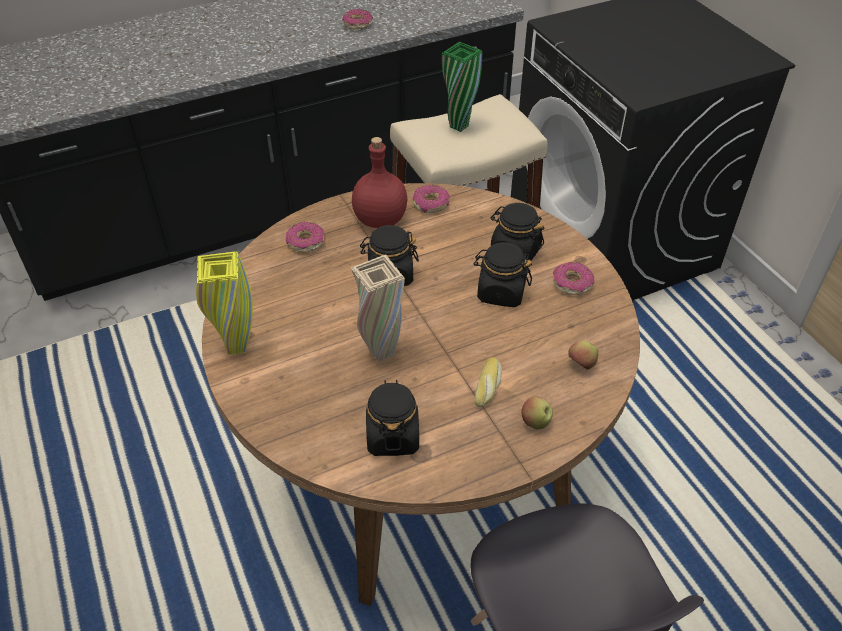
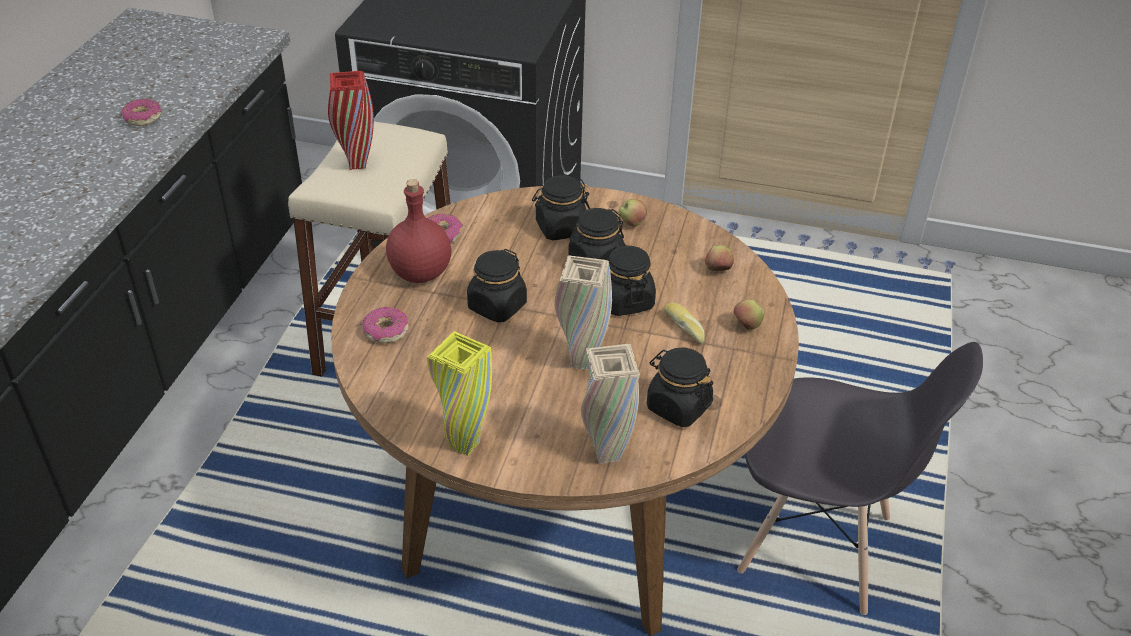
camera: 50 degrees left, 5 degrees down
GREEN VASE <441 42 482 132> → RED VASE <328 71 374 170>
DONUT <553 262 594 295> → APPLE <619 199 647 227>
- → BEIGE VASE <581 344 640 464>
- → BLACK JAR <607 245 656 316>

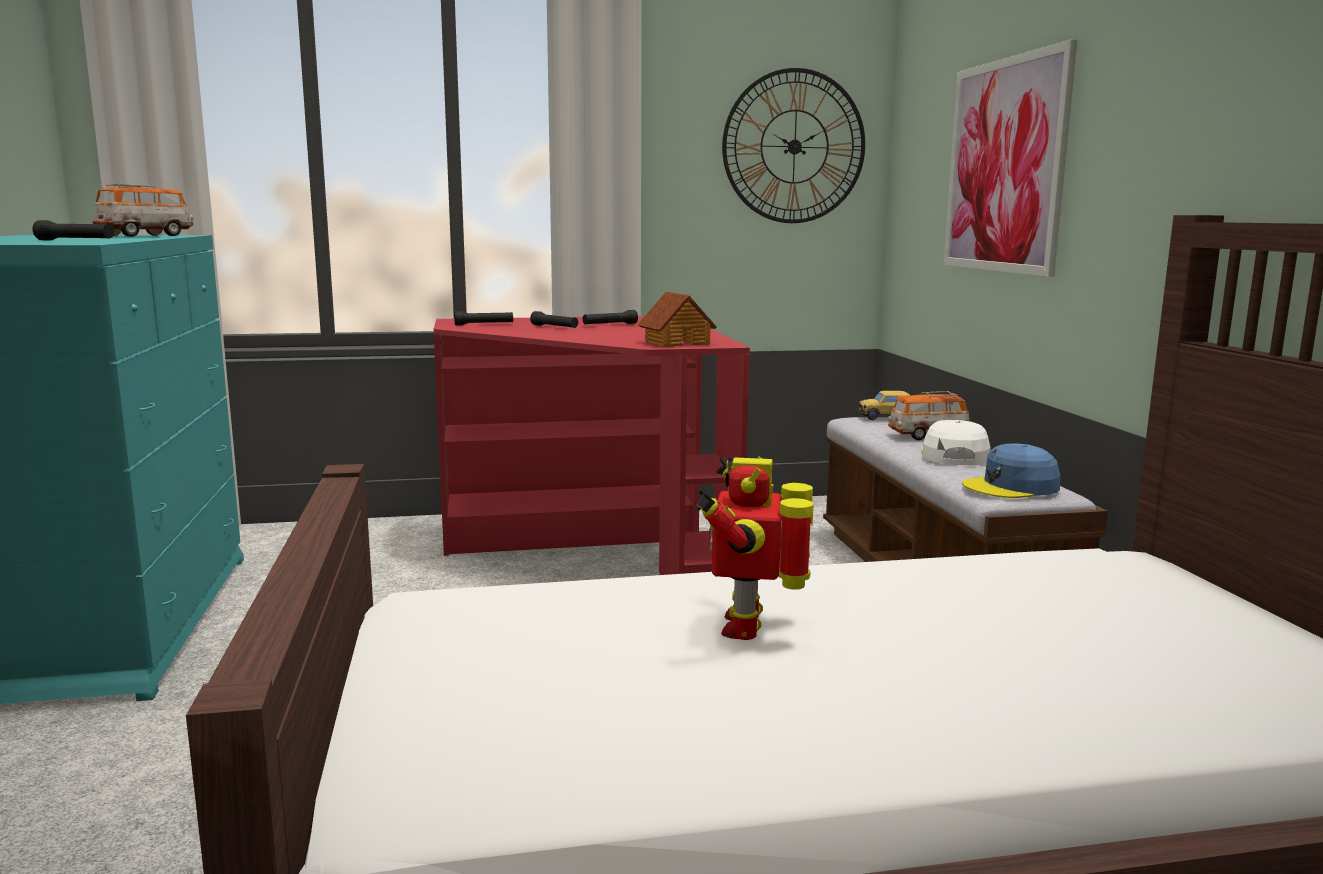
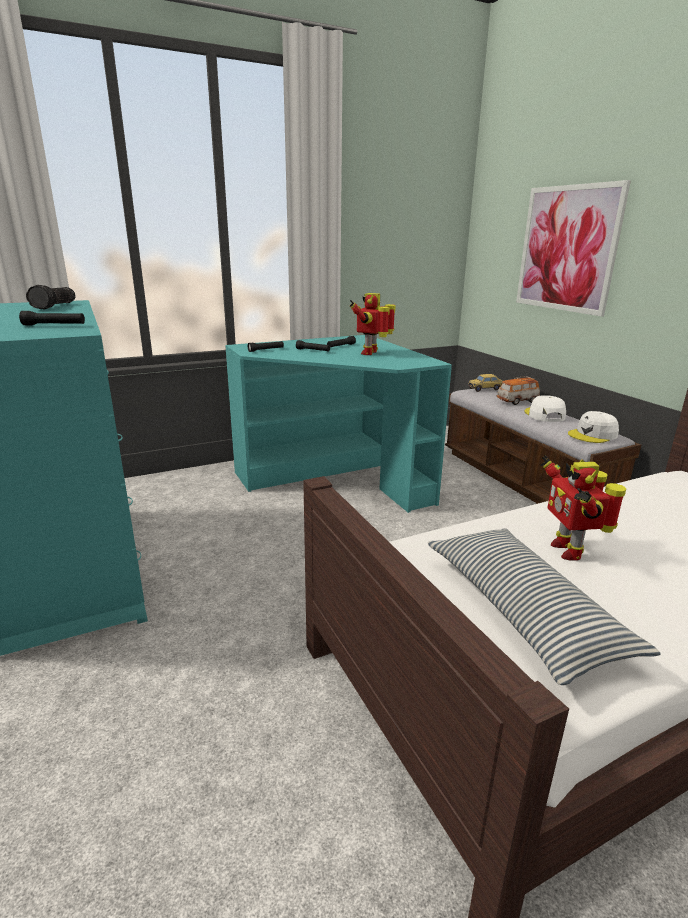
camera: 15 degrees left, 10 degrees up
TOY CAR <92 184 193 237> → FLASHLIGHT <26 285 75 309>
RED DESK <434 316 750 575> → TURQUOISE DESK <225 335 452 513>
TOY HOUSE <637 292 717 347> → -
WALL CLOCK <722 68 865 223> → -
BLUE CAP <962 443 1060 498> → WHITE CAP <568 411 619 443>
- → TOY ROBOT <350 293 396 355>
- → PILLOW <428 528 661 685>

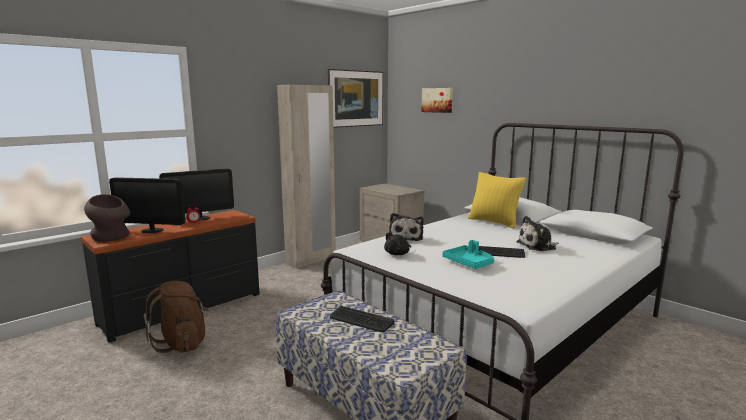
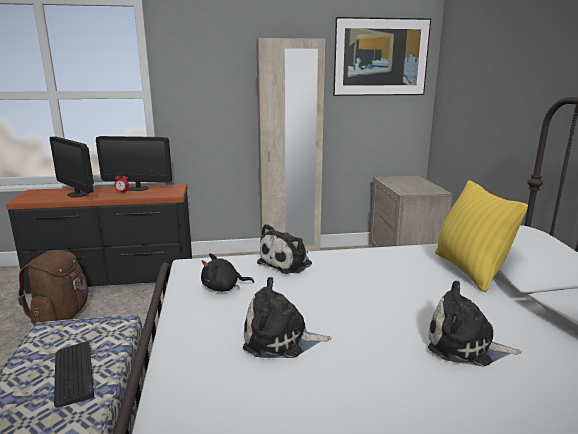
camera: 35 degrees right, 5 degrees up
BROWN VASE <84 194 131 242> → -
PICTURE <421 88 453 113> → -
TURQUOISE TRAY <442 240 494 269> → PLUSH TOY <243 277 332 358>
KEYBOARD <479 246 525 258> → -

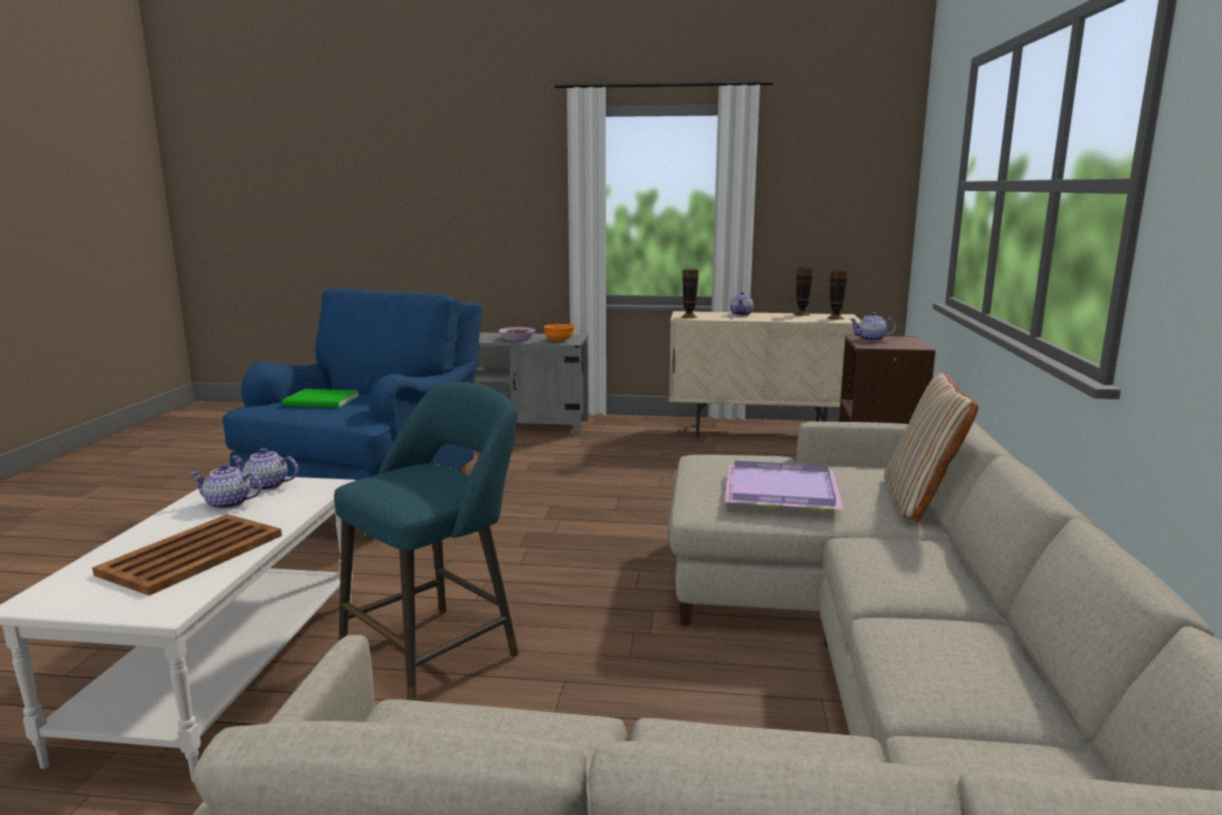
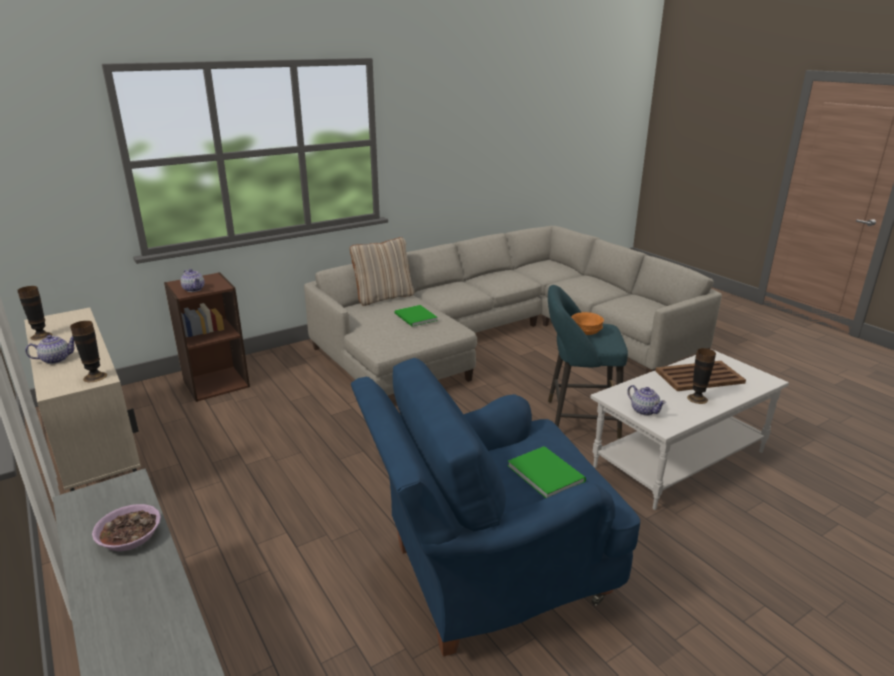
camera: 130 degrees left, 10 degrees up
TEAPOT <190 464 262 510> → -
ORANGE BOWL <544 324 575 341> → ORANGE BOWL <572 312 604 335>, shifted
PURPLE TRAY <725 461 844 511> → GREEN BOOK <394 305 438 327>
VASE <827 270 847 320> → VASE <687 348 716 404>, shifted

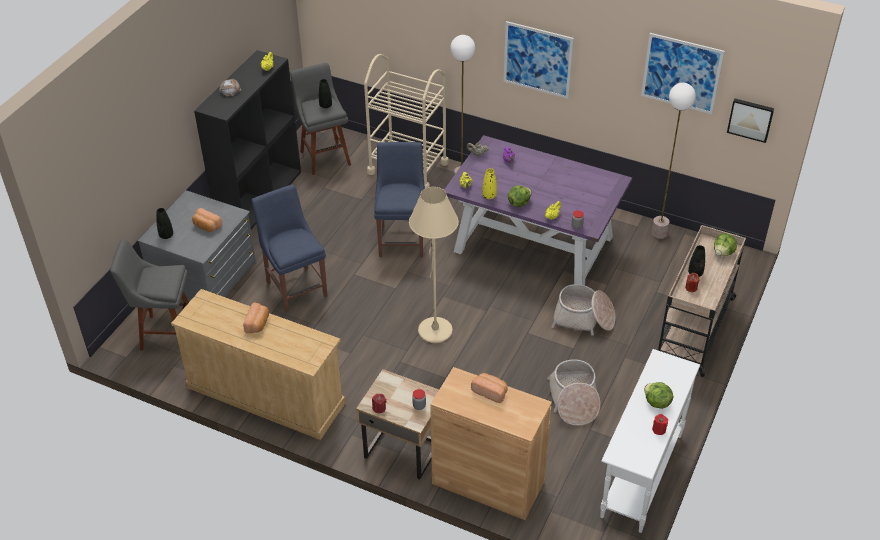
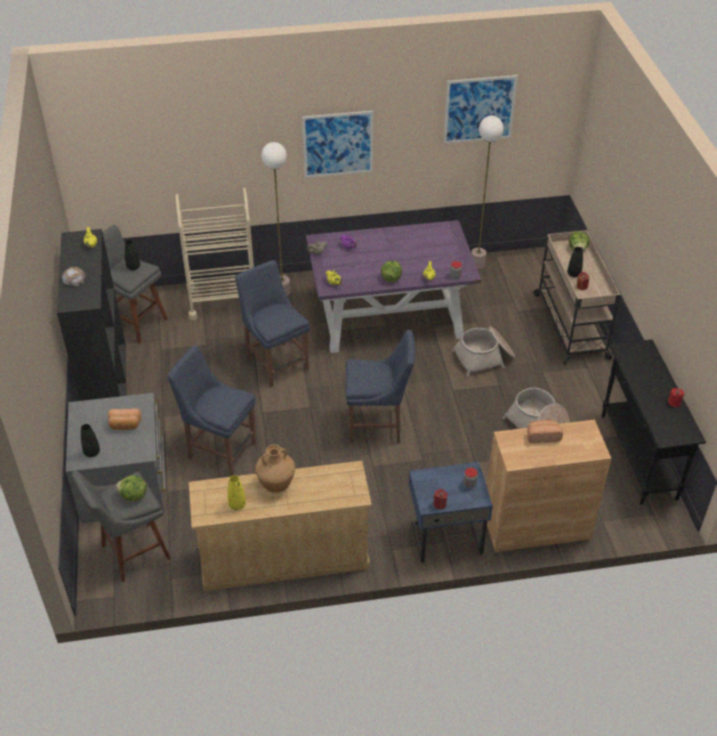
camera: 35 degrees left, 0 degrees up
BREAD <243 302 269 333> → BROWN VASE <255 445 295 493>
BEIGE NIGHTSTAND <356 369 439 480> → BLUE NIGHTSTAND <409 462 493 563>
BEIGE FLOOR LAMP <409 187 459 343> → BLUE CHAIR <346 330 415 443>
YELLOW VASE <482 168 497 199> → YELLOW VASE <227 475 246 510>, shifted
WHITE CONSOLE TABLE <600 349 700 533> → BLACK CONSOLE TABLE <602 339 706 505>
LETTUCE <644 382 673 409> → LETTUCE <116 475 147 501>, shifted
PICTURE <727 98 774 143> → -

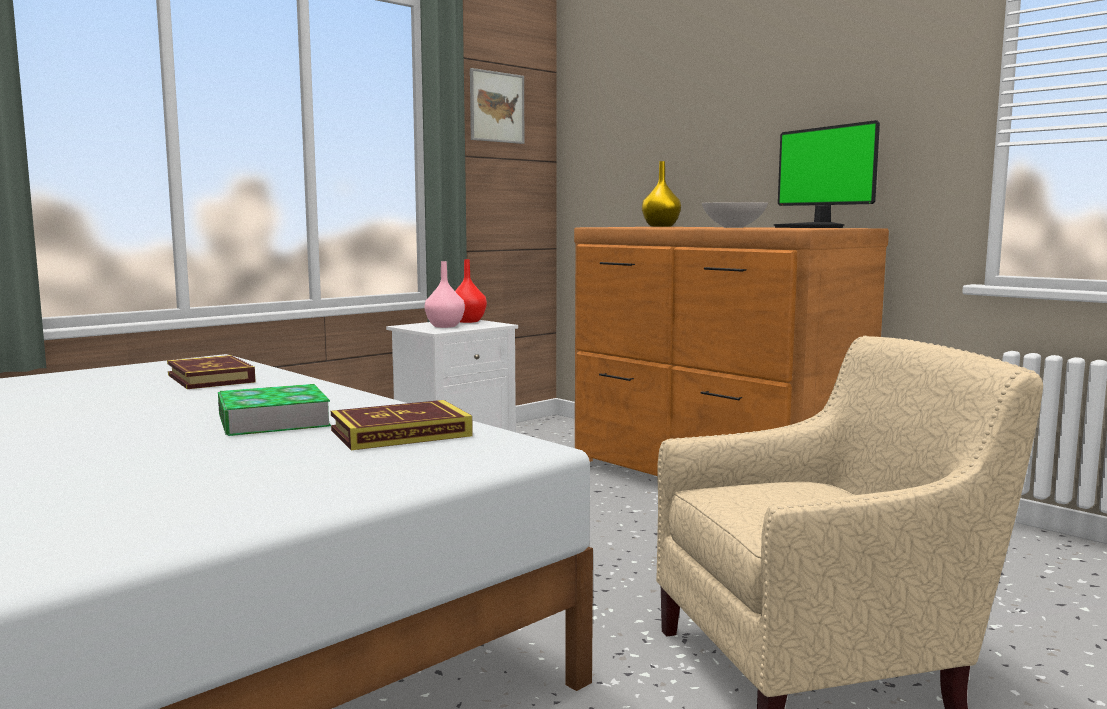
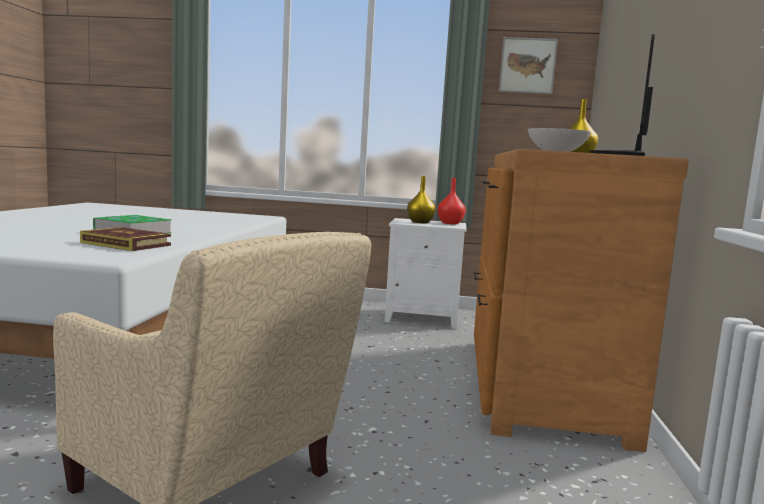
camera: 50 degrees right, 0 degrees up
BOOK <167 355 256 389> → -
PINK VASE <425 261 465 328> → YELLOW VASE <407 176 436 223>

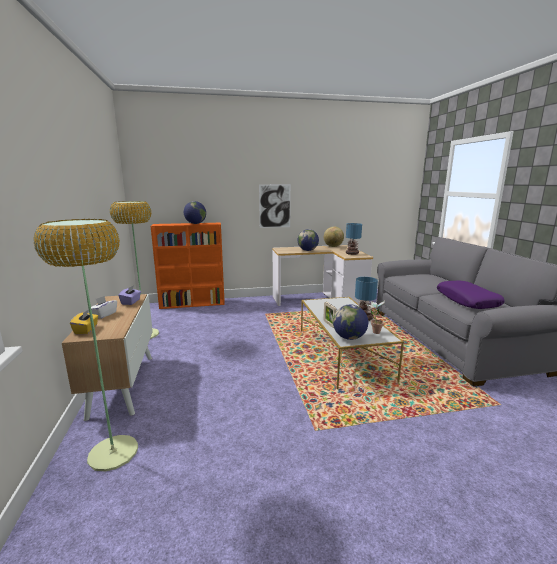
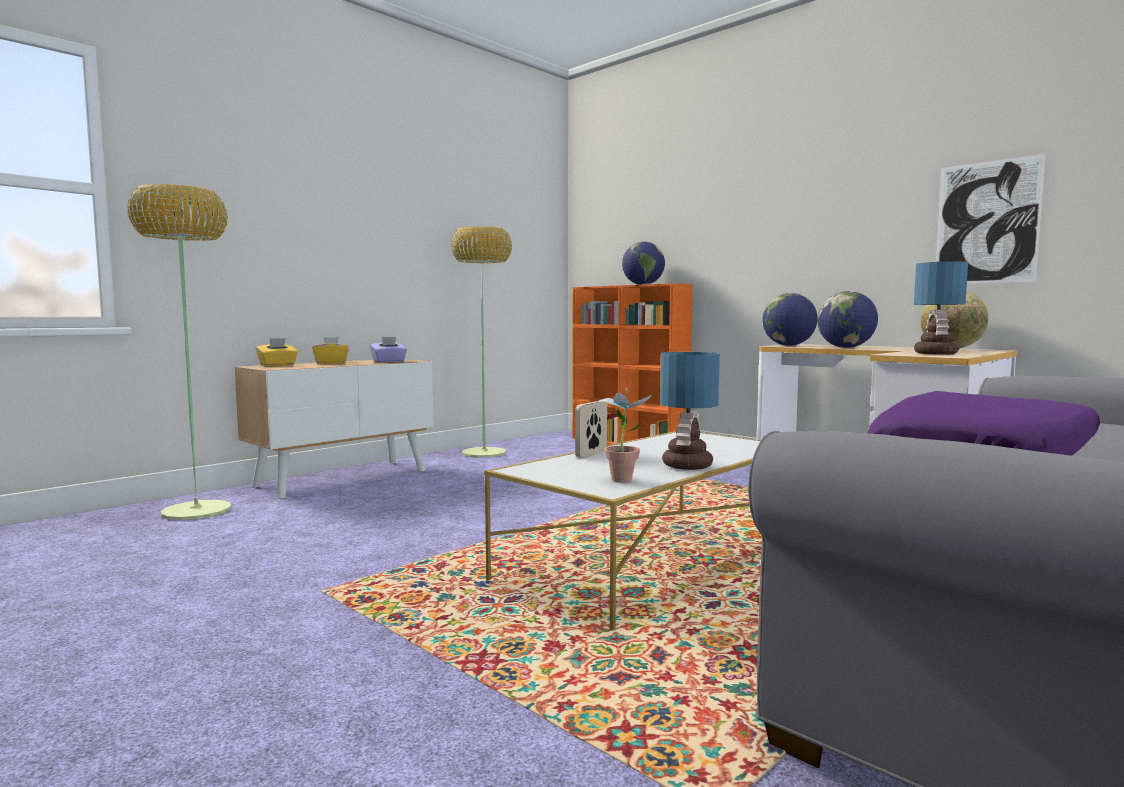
camera: 55 degrees right, 10 degrees down
WHITE TISSUE BOX <91 296 117 319> → YELLOW TISSUE BOX <312 337 349 364>
PICTURE <259 184 291 228> → PICTURE <936 154 1046 284>, shifted
GLOBE <333 305 368 340> → GLOBE <762 293 818 346>, shifted

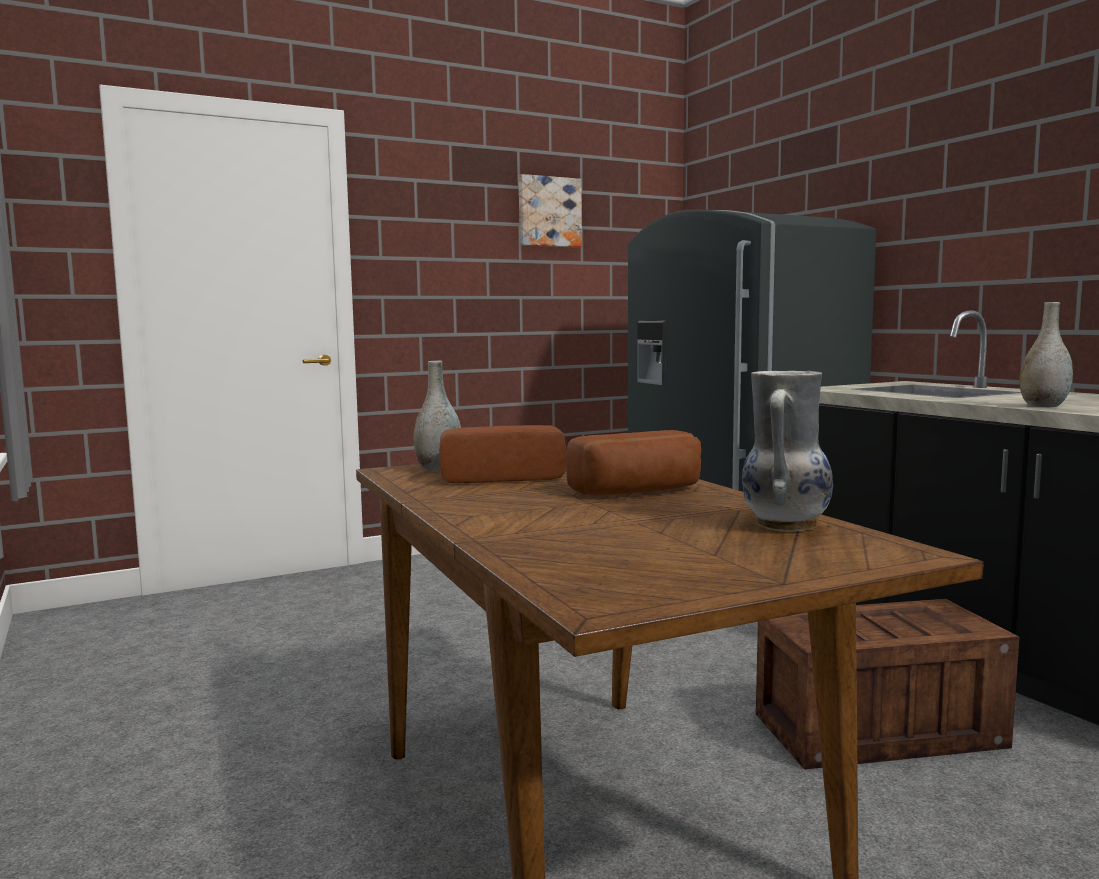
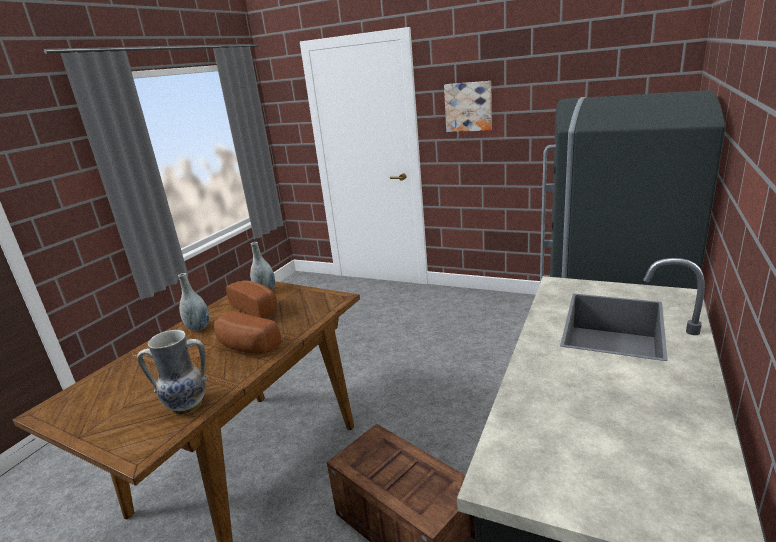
camera: 55 degrees right, 15 degrees up
PICTURE <519 174 582 248> → PICTURE <444 81 492 132>, shifted
GREY VASE <1020 302 1073 407> → GREY VASE <178 273 210 331>, shifted

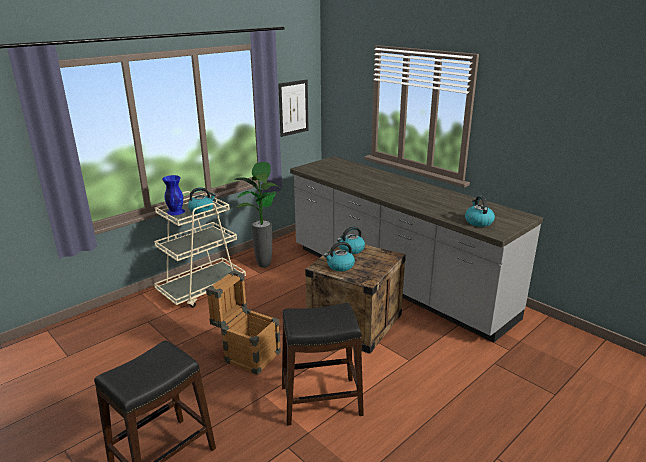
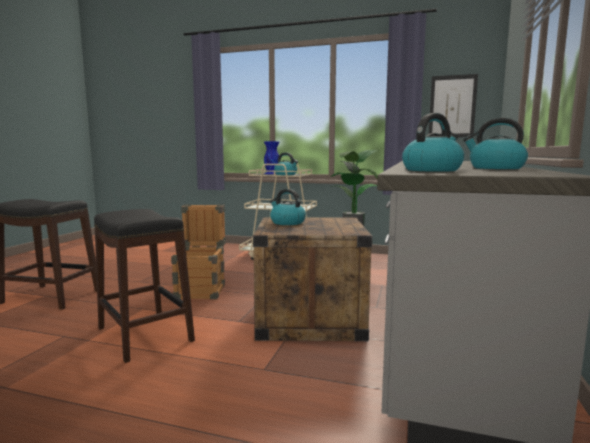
camera: 60 degrees right, 15 degrees down
KETTLE <337 226 365 254> → KETTLE <463 118 528 169>, shifted

